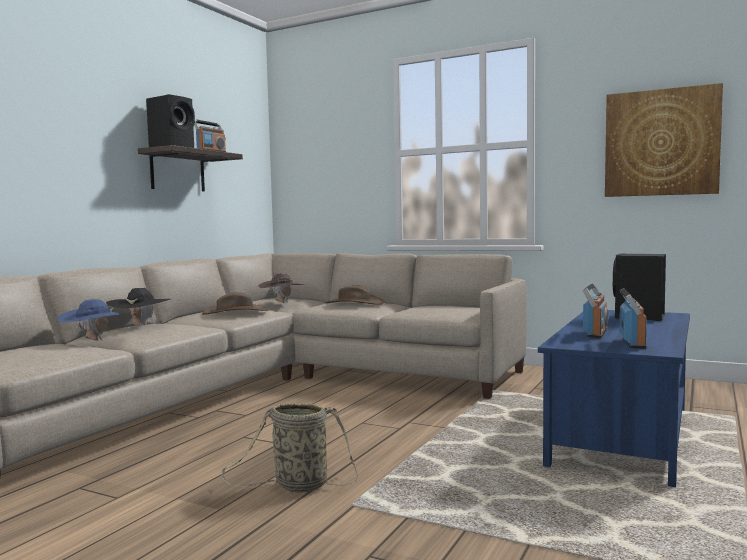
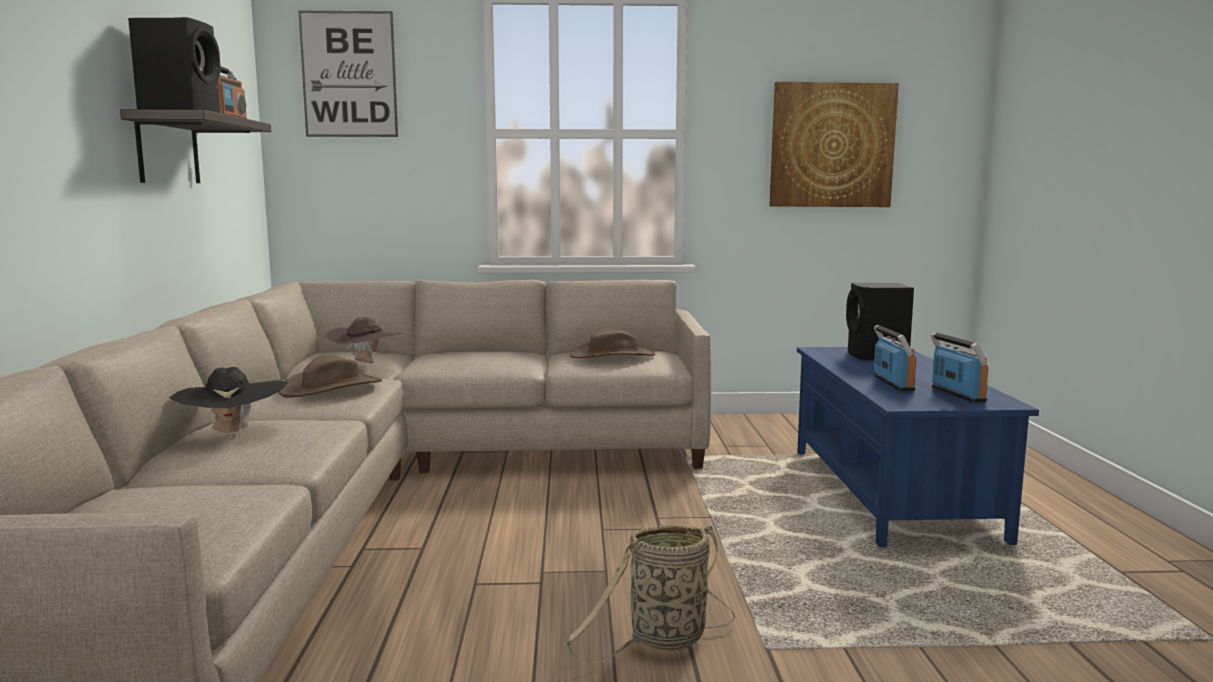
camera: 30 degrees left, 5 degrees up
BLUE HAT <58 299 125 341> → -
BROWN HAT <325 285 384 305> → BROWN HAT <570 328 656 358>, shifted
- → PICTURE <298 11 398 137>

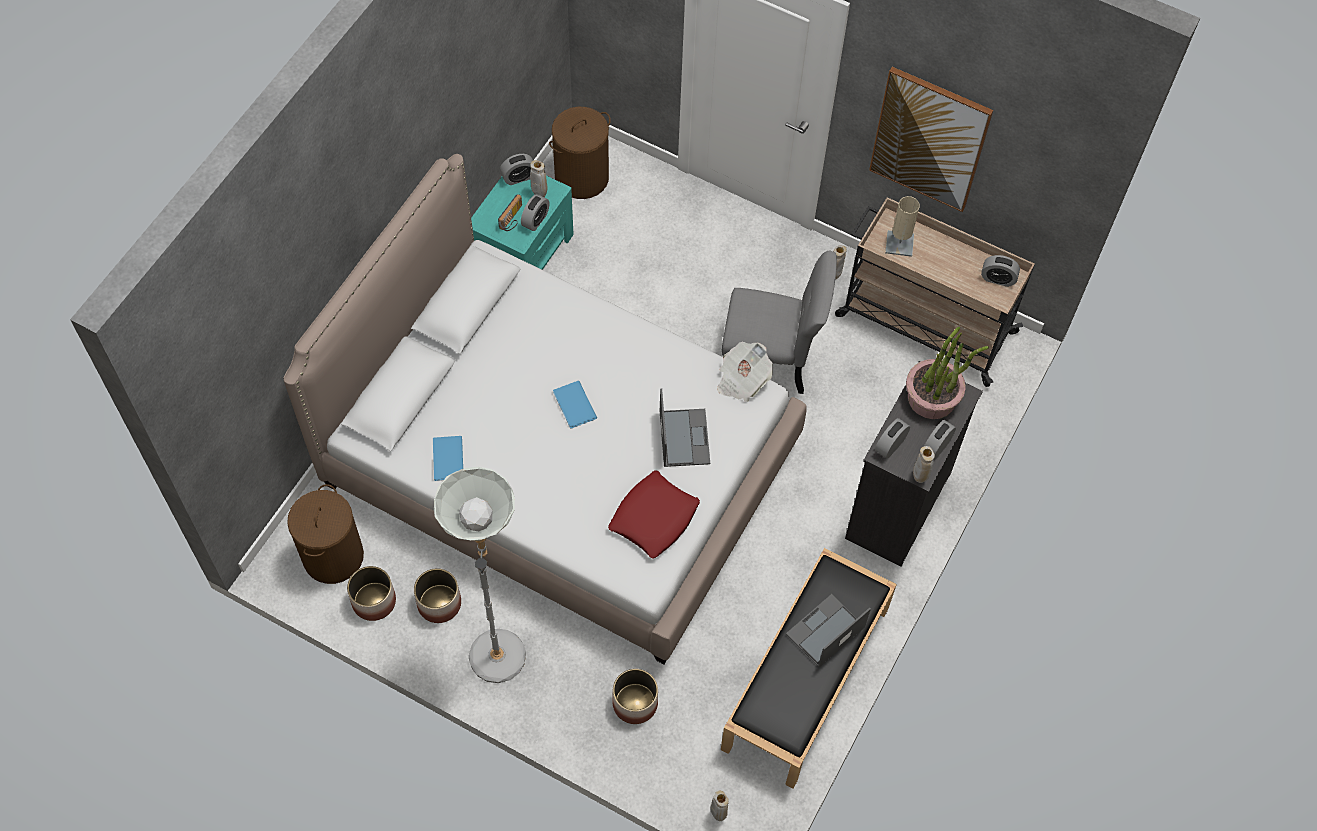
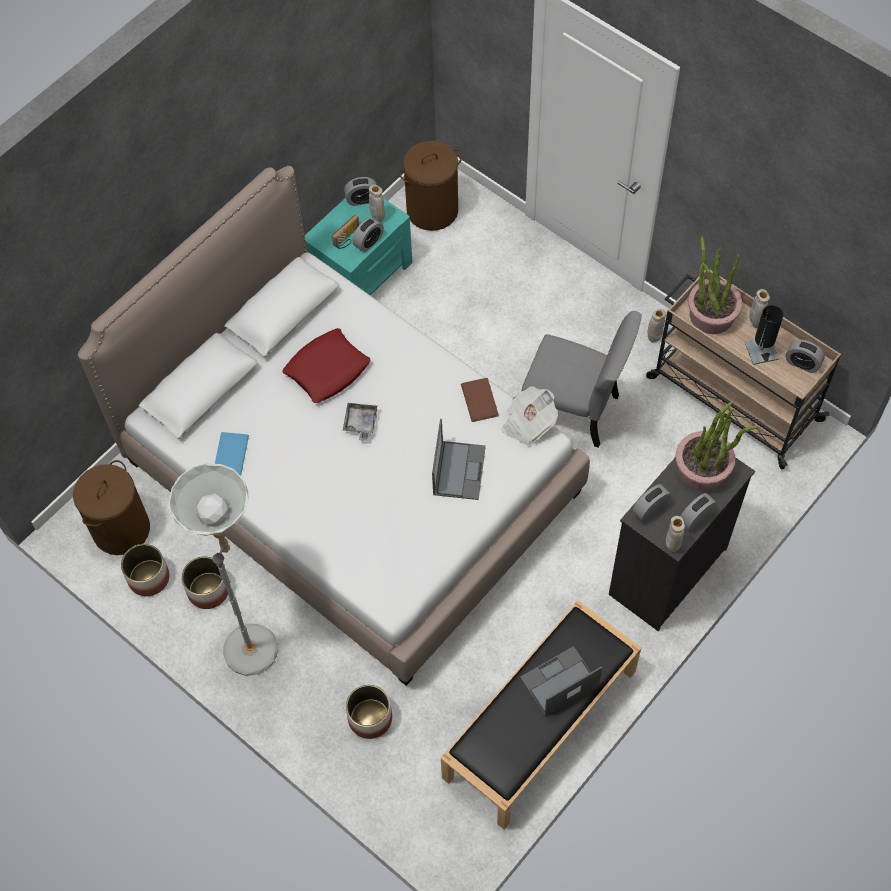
camera: 15 degrees right, 0 degrees up
BLUE BOOK <553 381 597 429> → GREY TRAY <343 403 377 441>
RED PILLOW <608 470 700 558> → RED PILLOW <282 328 371 403>, shifted
BEIGE VASE <710 790 729 821> → BEIGE VASE <749 289 770 328>, shifted
PICTURE <869 67 993 212> → -
BEIGE TABLE LAMP <885 196 920 257> → POTTED PLANT <688 237 743 334>
- → BROWN BOOK <461 378 498 422>
- → BLACK TABLE LAMP <745 305 784 365>

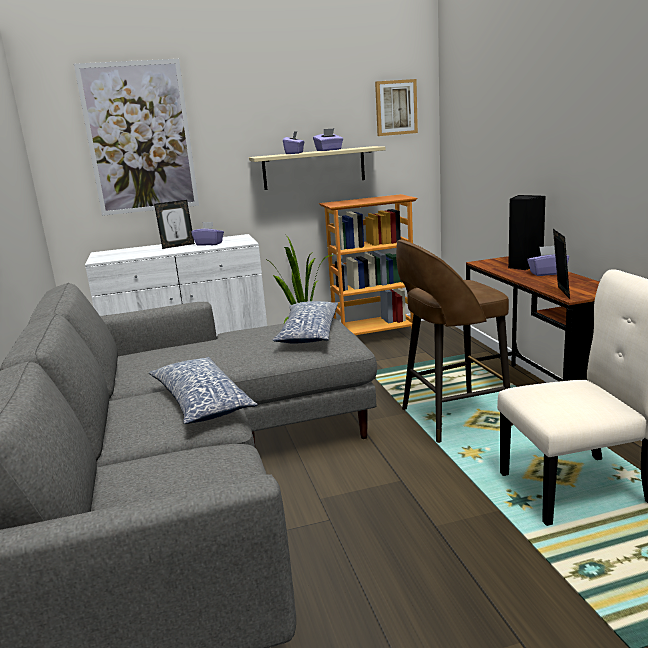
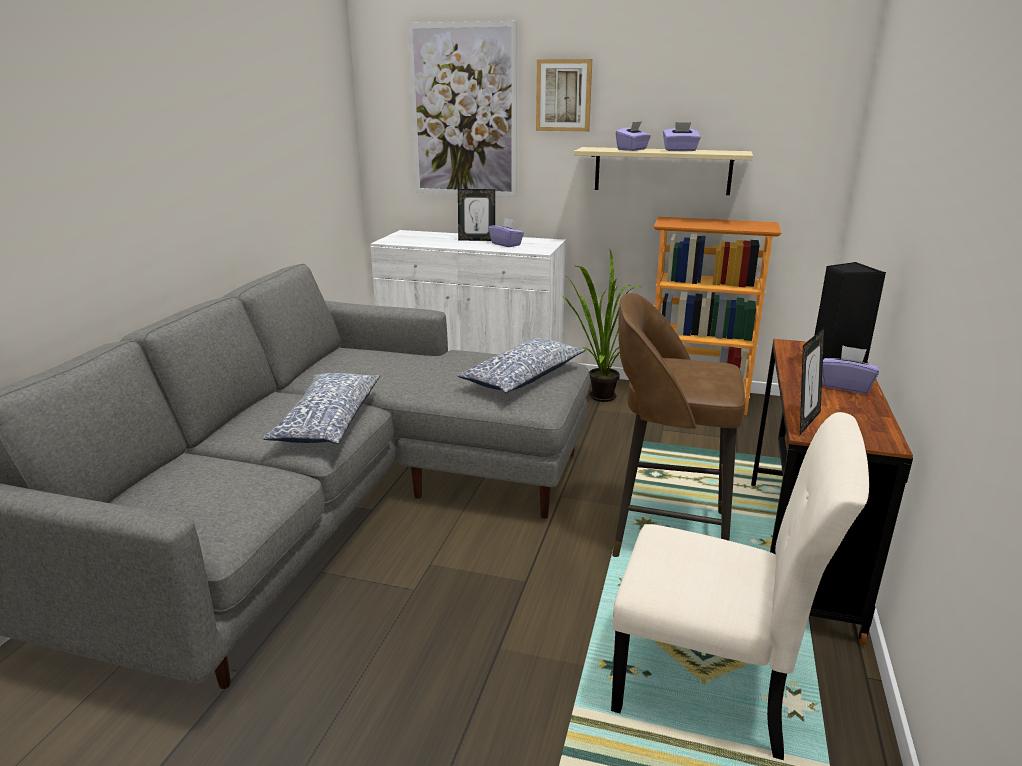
camera: 30 degrees right, 5 degrees up
PICTURE <375 79 418 136> → PICTURE <536 59 592 132>, shifted

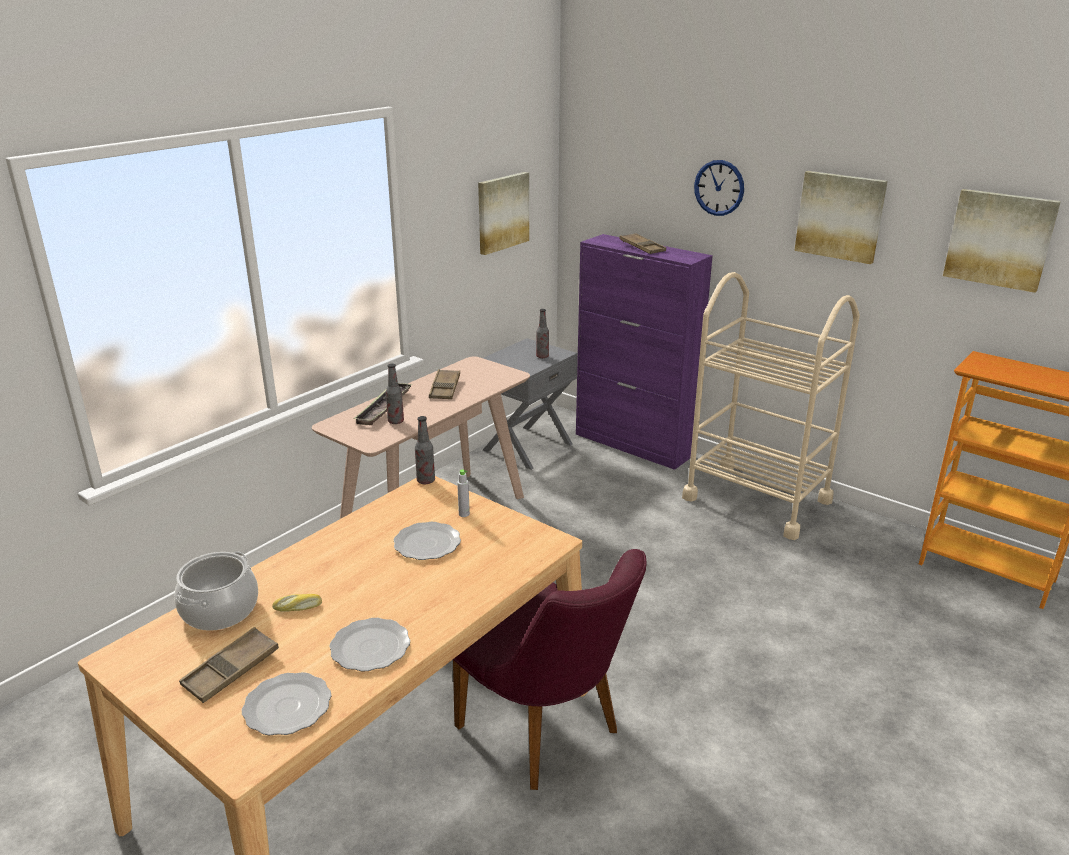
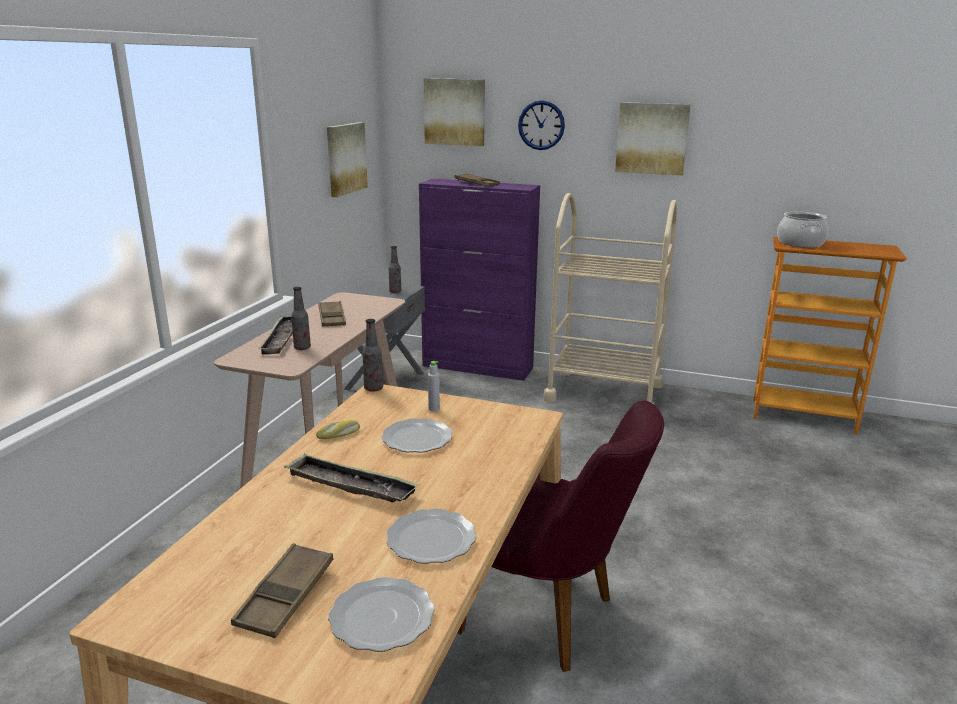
camera: 20 degrees left, 5 degrees down
COOKING POT <174 551 258 631> → COOKING POT <777 212 828 248>, shifted
BREAD <272 594 322 612> → BREAD <316 420 360 439>, shifted
PICTURE <943 189 1061 293> → PICTURE <424 78 485 146>, shifted
- → TRAY <284 453 419 502>

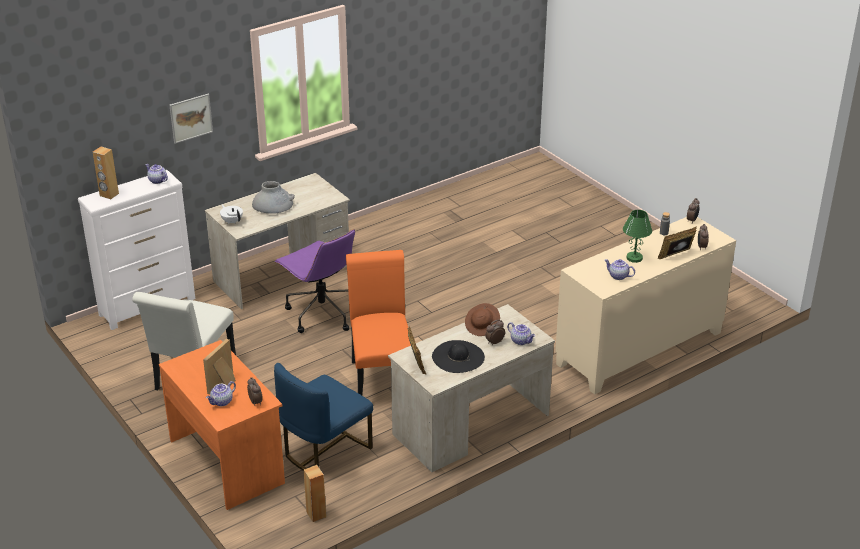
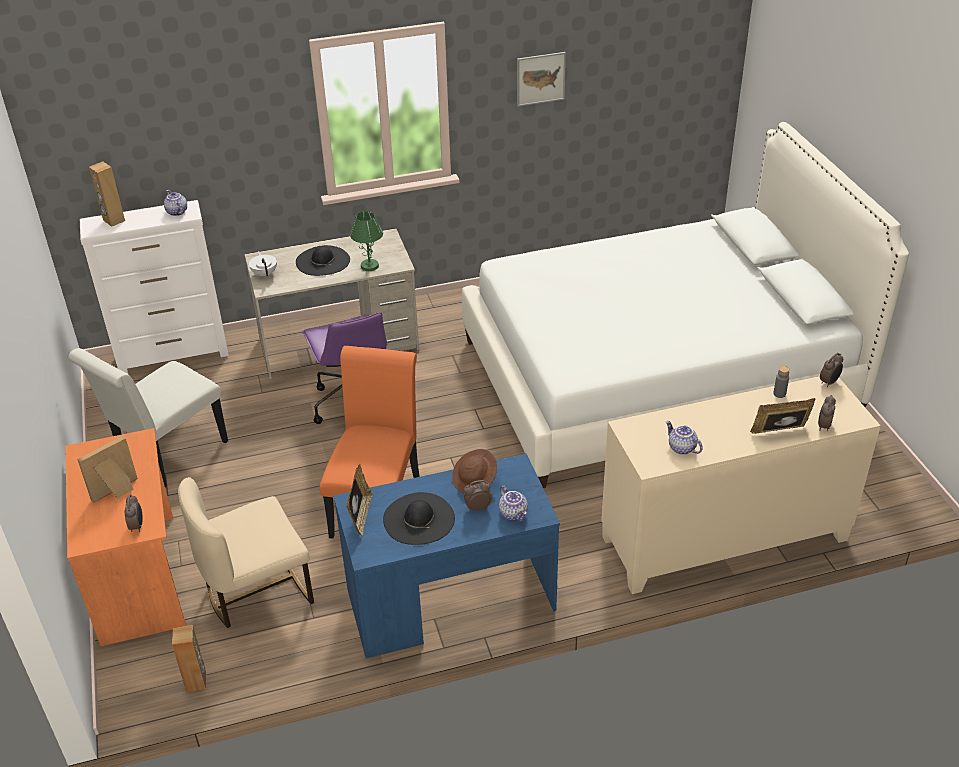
camera: 20 degrees right, 5 degrees up
PICTURE <169 94 213 144> → PICTURE <517 52 566 107>, shifted
TEAPOT <206 381 236 406> → -
GREY VASE <252 181 295 214> → BLACK HAT <296 245 350 276>
BLUE CHAIR <274 363 373 471> → BEIGE CHAIR <178 477 314 628>
BEIGE DESK <388 304 555 472> → BLUE DESK <333 454 560 658>
GREEN TABLE LAMP <623 210 652 263> → GREEN TABLE LAMP <350 211 383 271>, shifted
- → WHITE BED <462 122 909 488>

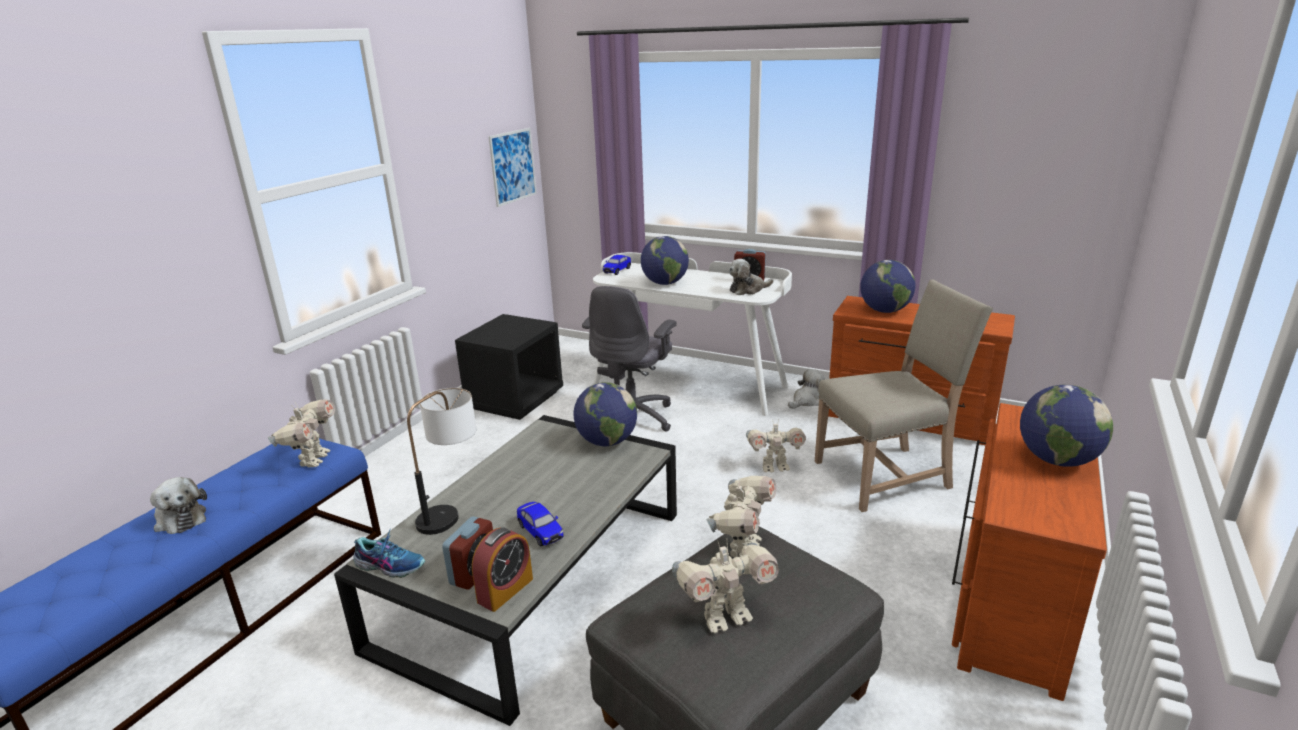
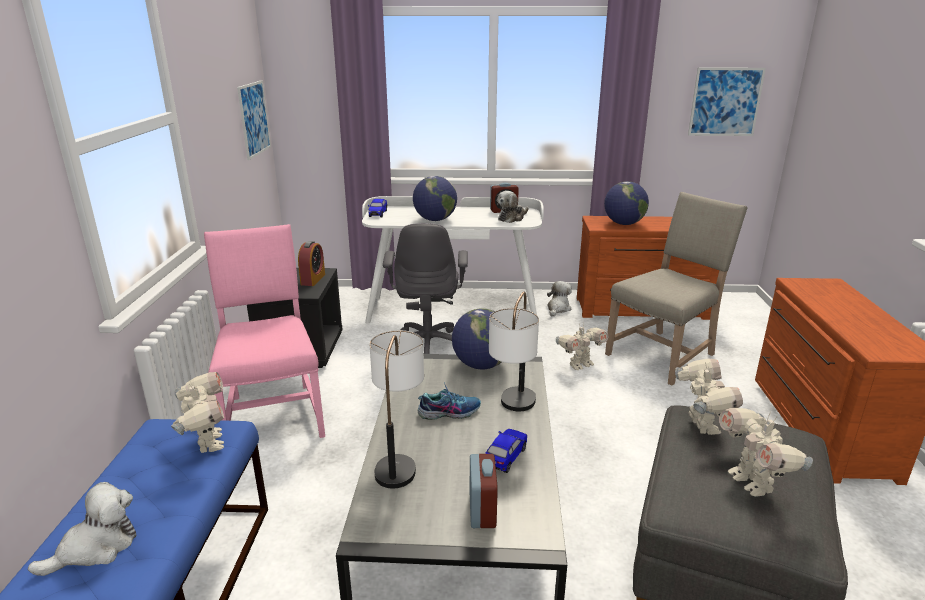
camera: 25 degrees left, 0 degrees up
PLUSH TOY <150 477 207 534> → PLUSH TOY <28 482 136 576>, 60 degrees counterclockwise
SHOE <353 530 425 578> → SHOE <418 382 481 420>, shifted
ALARM CLOCK <472 527 533 612> → ALARM CLOCK <298 241 325 286>, shifted
TOY CAR <517 502 564 547> → TOY CAR <485 429 527 473>, 90 degrees counterclockwise
TOY ROBOT <672 542 779 633> → TOY ROBOT <719 408 813 497>, 120 degrees clockwise
GLOBE <1020 385 1113 467> → -
- → PINK CHAIR <204 224 325 438>
- → TABLE LAMP <489 292 539 411>
- → PICTURE <688 67 766 136>

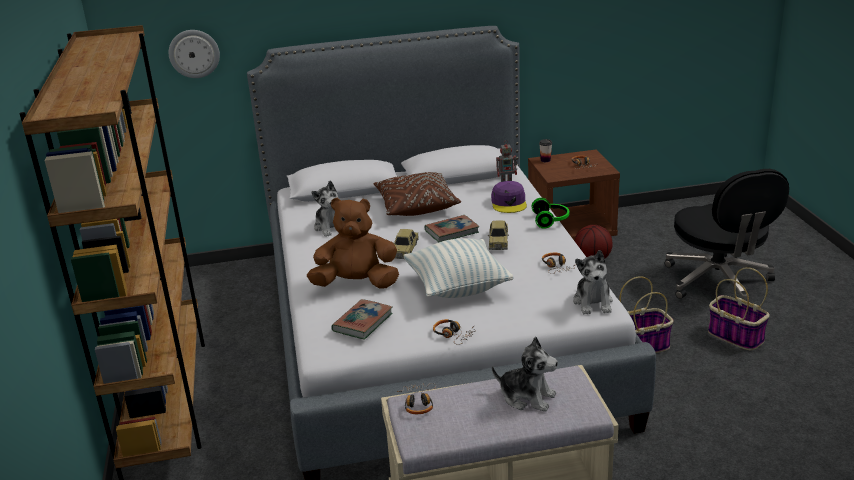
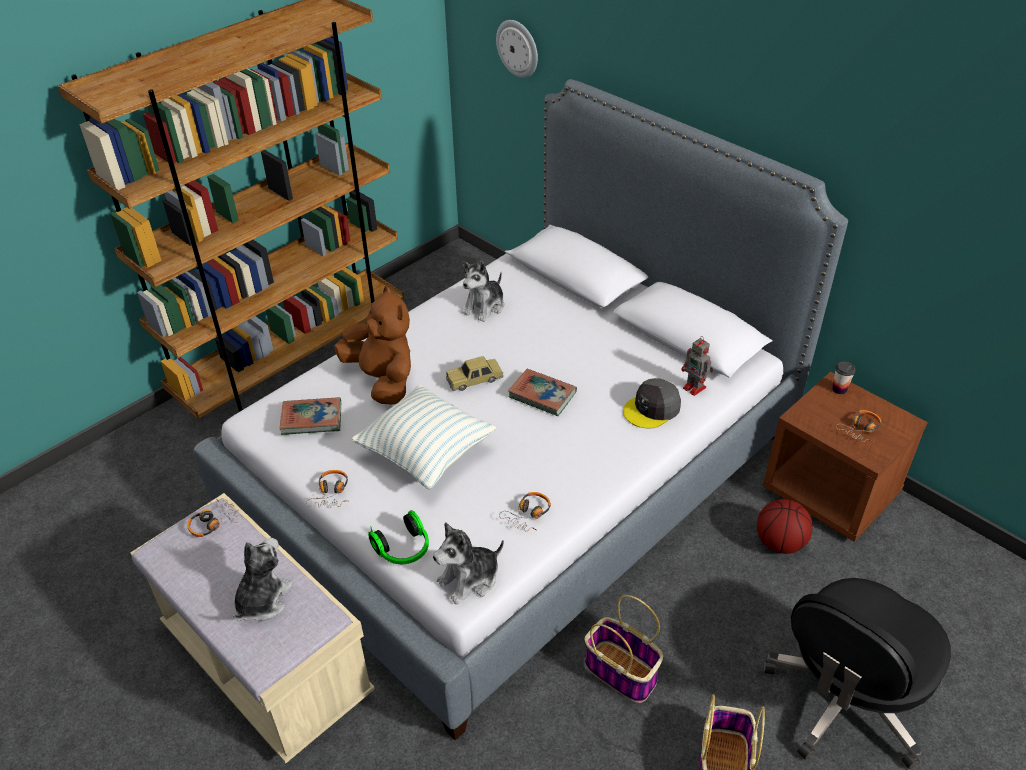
camera: 55 degrees right, 15 degrees up
BROWN PILLOW <373 172 461 216> → -
TOY CAR <488 220 509 250> → -
PURPLE CAP <491 181 527 213> → GREY CAP <623 378 681 428>
PLUSH TOY <492 336 558 412> → PLUSH TOY <233 538 293 621>, 150 degrees counterclockwise
HEADPHONES <532 198 569 229> → HEADPHONES <368 510 429 564>, shifted

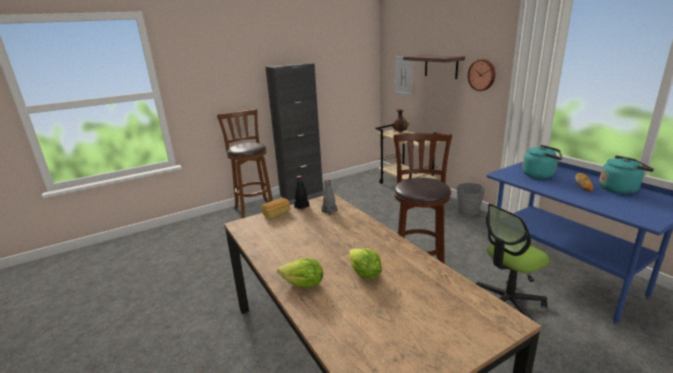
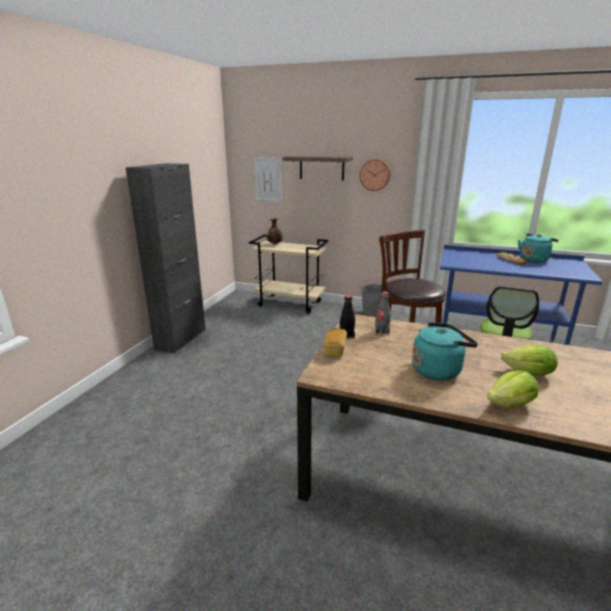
camera: 40 degrees left, 0 degrees up
BROWN STOOL <217 109 273 219> → -
TURQUOISE KETTLE <522 145 563 179> → TURQUOISE KETTLE <412 322 478 381>, shifted

